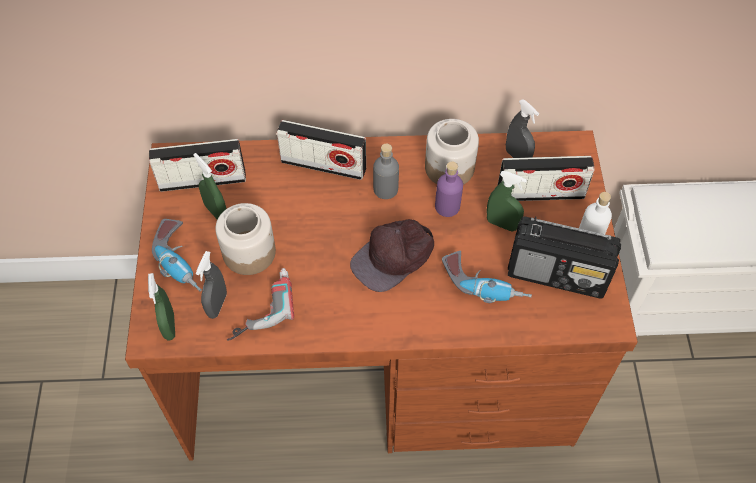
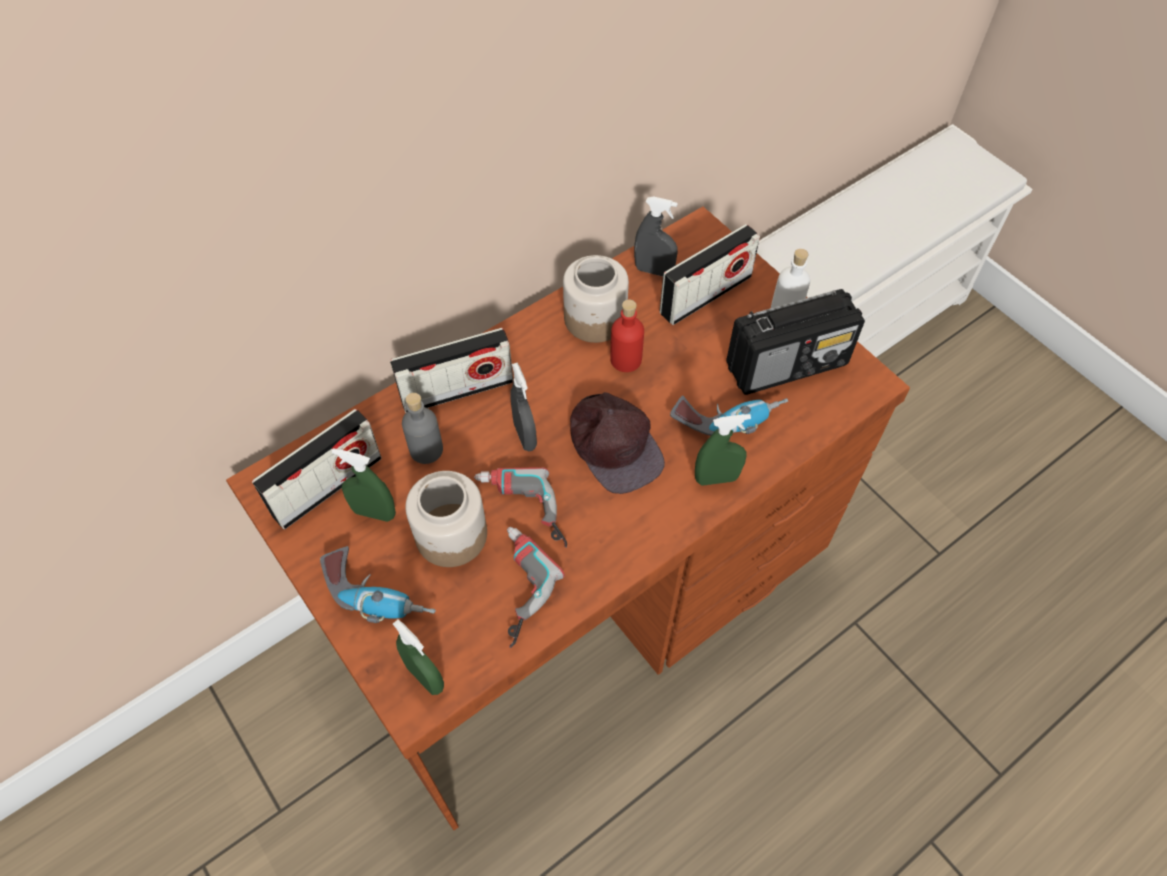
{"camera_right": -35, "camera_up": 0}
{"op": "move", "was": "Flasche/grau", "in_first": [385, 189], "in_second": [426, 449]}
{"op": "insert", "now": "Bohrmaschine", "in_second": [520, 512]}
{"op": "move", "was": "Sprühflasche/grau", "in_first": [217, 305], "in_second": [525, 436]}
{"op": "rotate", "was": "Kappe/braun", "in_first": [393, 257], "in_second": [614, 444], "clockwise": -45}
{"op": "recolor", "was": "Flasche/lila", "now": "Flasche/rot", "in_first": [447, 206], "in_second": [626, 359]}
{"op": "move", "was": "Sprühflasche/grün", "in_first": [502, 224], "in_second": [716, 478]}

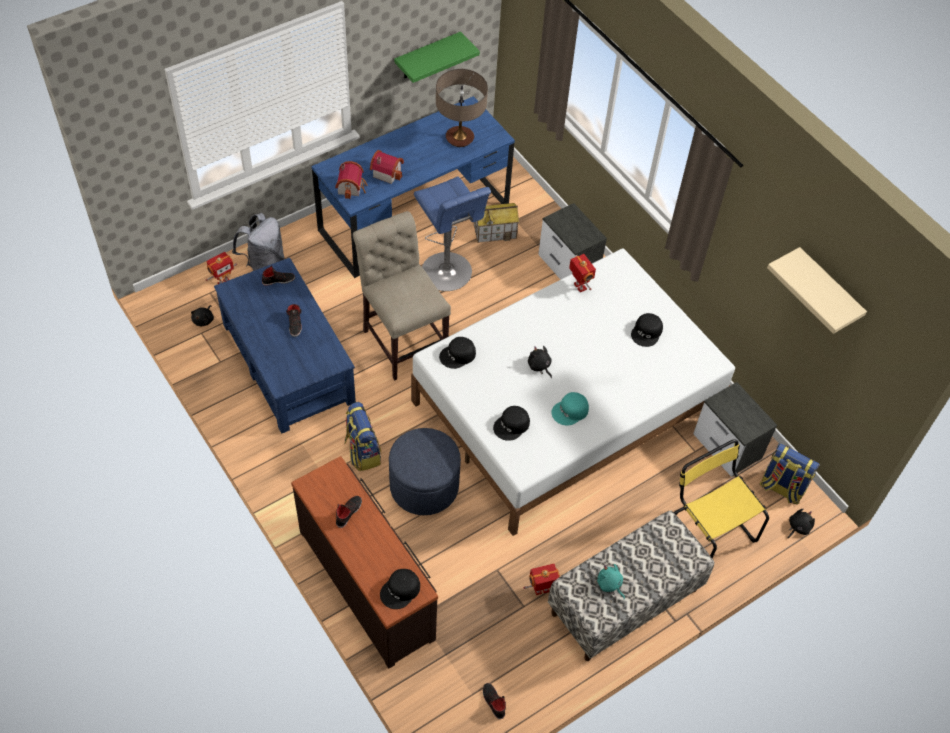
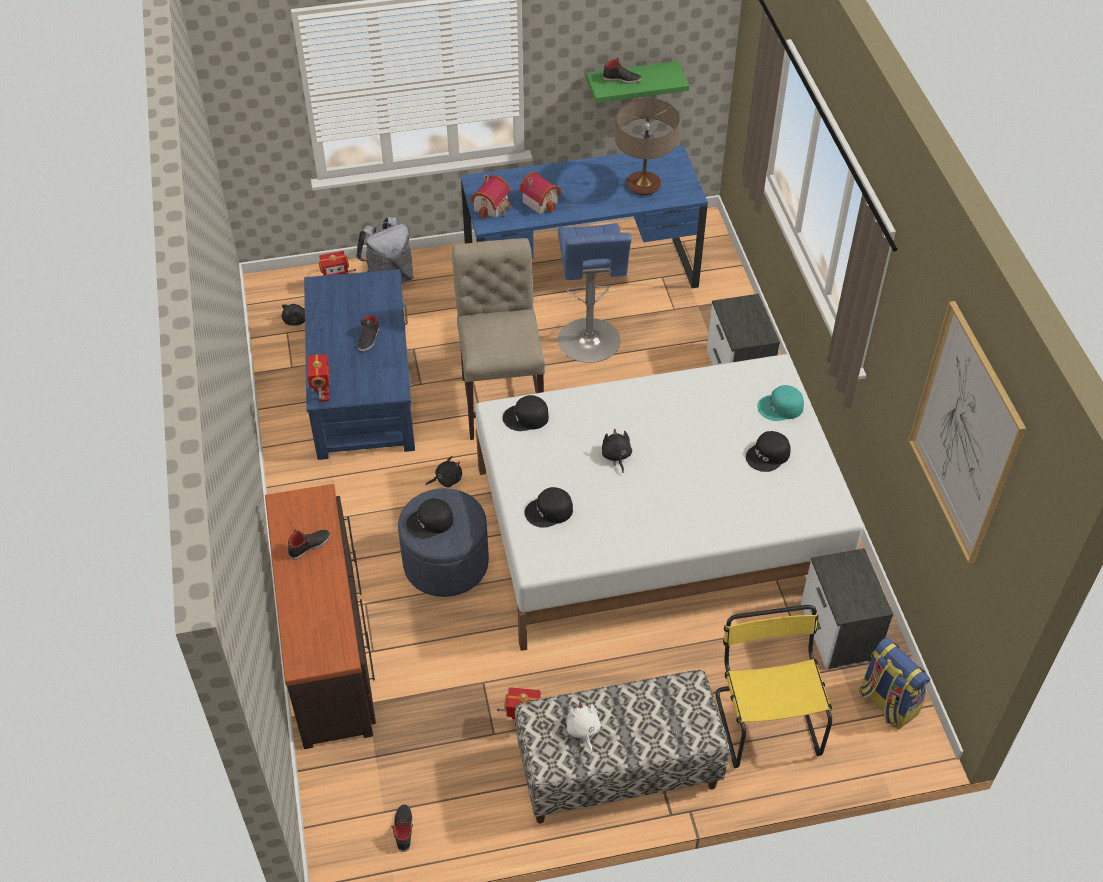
{"camera_right": 25, "camera_up": -5}
{"op": "move", "was": "Spielzeugroboter", "in_first": [579, 287], "in_second": [322, 395]}
{"op": "move", "was": "Kappe/schwarz", "in_first": [400, 590], "in_second": [430, 522]}
{"op": "move", "was": "Plüschtier/schwarz", "in_first": [798, 527], "in_second": [447, 479]}
{"op": "recolor", "was": "Plüschtier/türkis", "now": "Plüschtier/weiß", "in_first": [610, 585], "in_second": [583, 731]}
{"op": "move", "was": "Schuh/schwarz", "in_first": [278, 280], "in_second": [622, 79]}
{"op": "move", "was": "Kappe/türkis", "in_first": [570, 411], "in_second": [781, 407]}
{"op": "replace", "was": "Wandregal/beige", "now": "Bild", "in_first": [827, 290], "in_second": [964, 434]}
{"op": "delete", "was": "Rucksack", "in_first": [362, 452]}
{"op": "delete", "was": "Spielzeughaus", "in_first": [495, 231]}

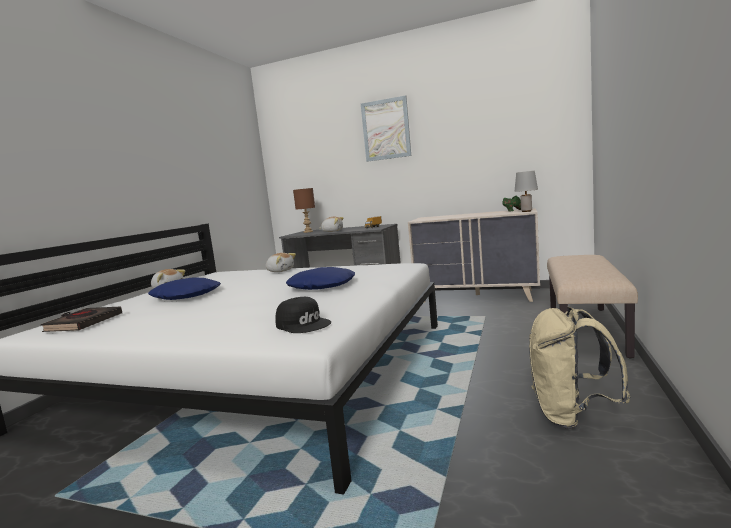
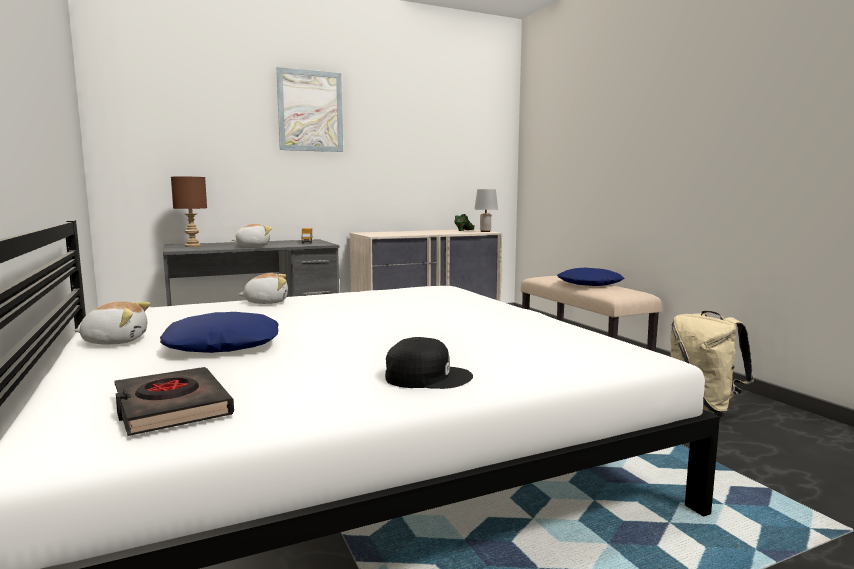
{"camera_right": -45, "camera_up": 0}
{"op": "move", "was": "Kappe/schwarz", "in_first": [304, 324], "in_second": [427, 376]}
{"op": "move", "was": "Kissen/blau", "in_first": [322, 286], "in_second": [589, 284]}

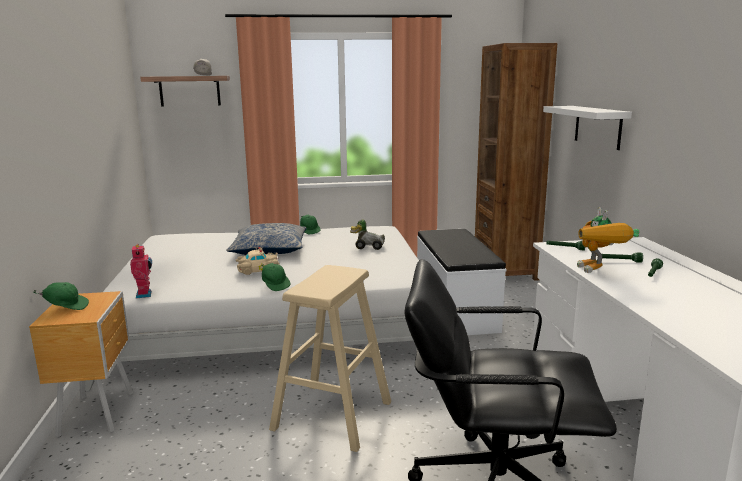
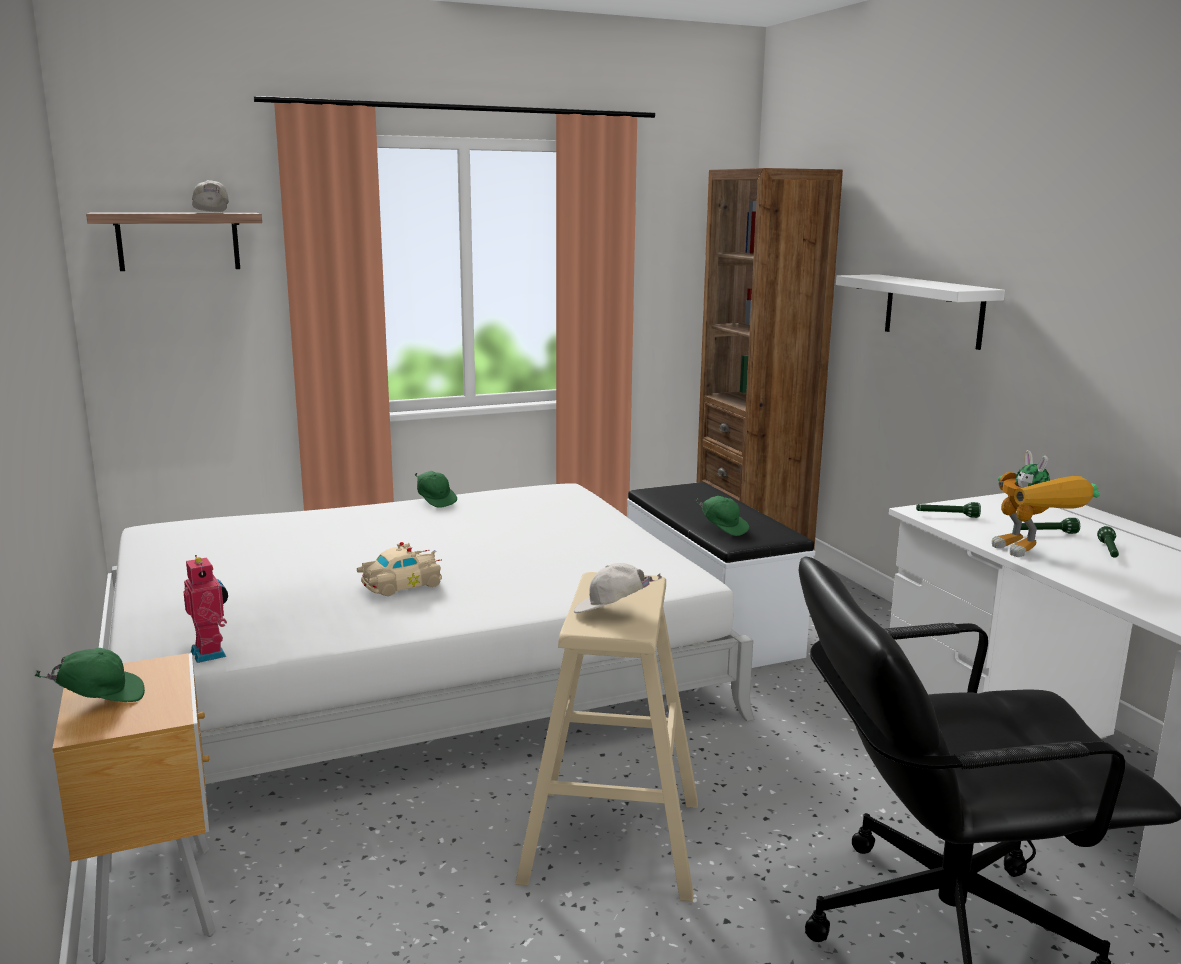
{"camera_right": -15, "camera_up": 0}
{"op": "insert", "now": "Kappe/weiß", "in_second": [611, 612]}
{"op": "move", "was": "Kappe/grün", "in_first": [275, 285], "in_second": [723, 528]}
{"op": "delete", "was": "Kissen", "in_first": [269, 249]}
{"op": "delete", "was": "Spielzeugauto", "in_first": [368, 246]}

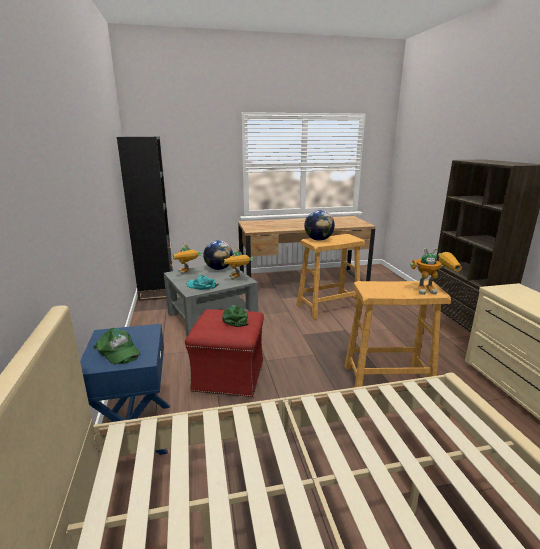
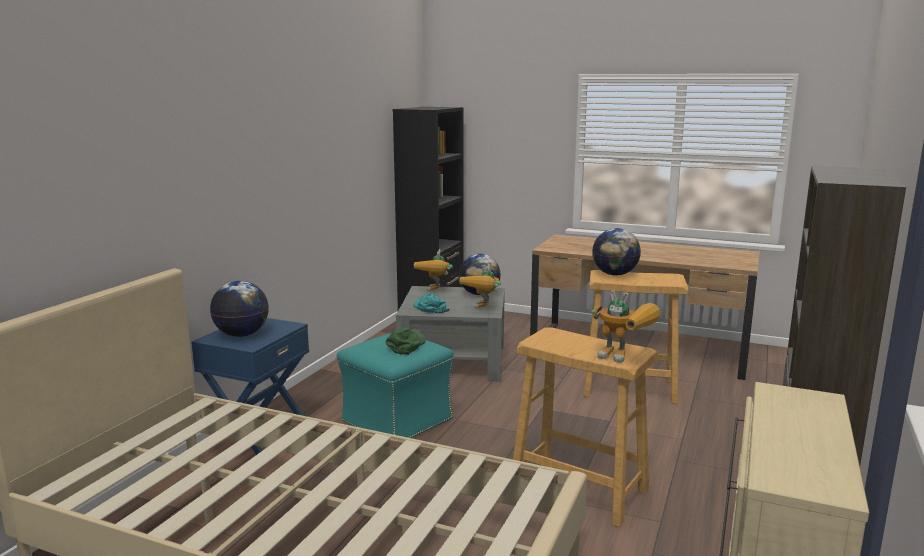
{"camera_right": 35, "camera_up": -5}
{"op": "replace", "was": "Kappe/grün", "now": "Globus", "in_first": [118, 351], "in_second": [242, 334]}
{"op": "recolor", "was": "Polsterhocker/rot", "now": "Polsterhocker/türkis", "in_first": [229, 376], "in_second": [396, 421]}

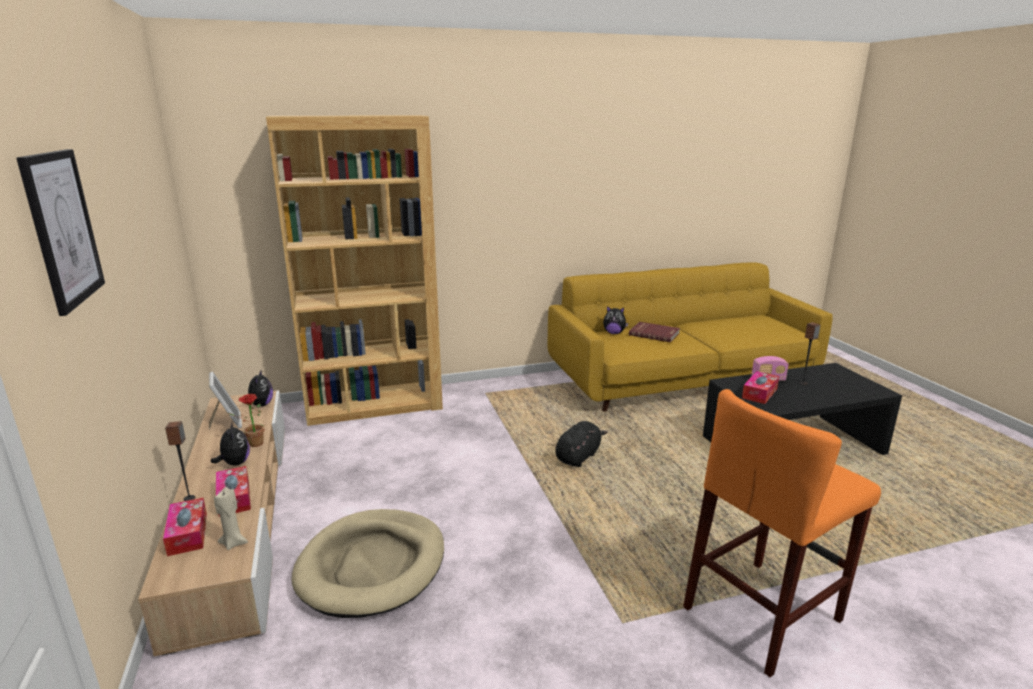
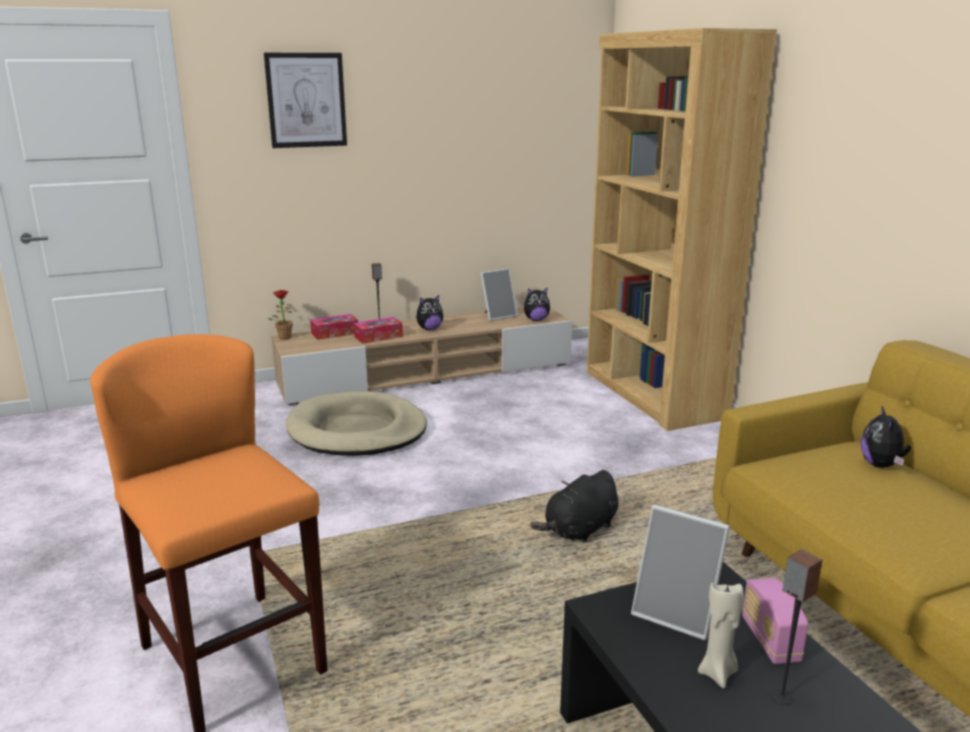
{"camera_right": 85, "camera_up": 0}
{"op": "move", "was": "Topfpflanze", "in_first": [253, 444], "in_second": [284, 337]}
{"op": "rotate", "was": "Plüschtier/schwarz", "in_first": [578, 456], "in_second": [579, 530], "clockwise": 105}
{"op": "replace", "was": "Taschentuchbox", "now": "Bilderrahmen", "in_first": [759, 393], "in_second": [677, 613]}
{"op": "move", "was": "Kerze/beige", "in_first": [234, 543], "in_second": [718, 673]}
{"op": "delete", "was": "Buch/rot", "in_first": [654, 333]}

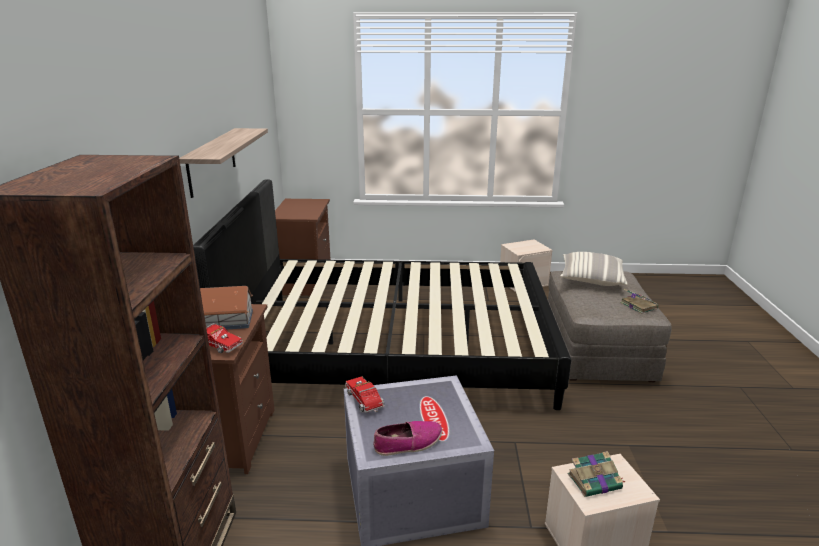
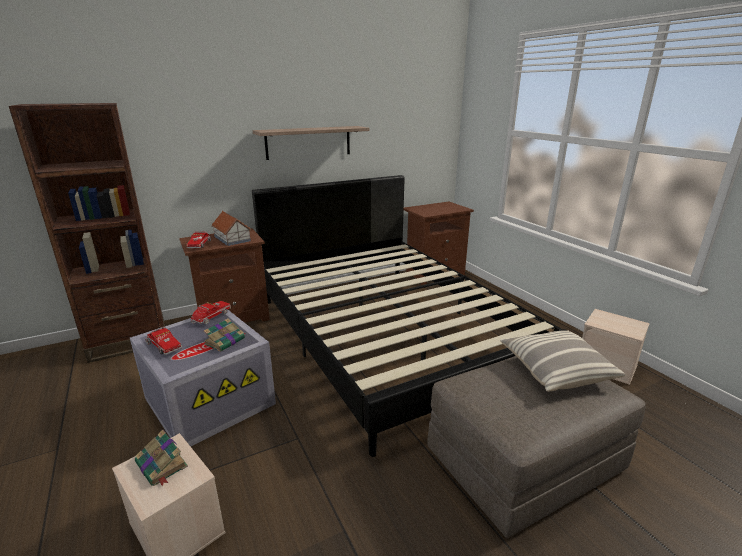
{"camera_right": 60, "camera_up": 0}
{"op": "replace", "was": "Schuh", "now": "Spielzeuglaster", "in_first": [408, 443], "in_second": [163, 346]}
{"op": "move", "was": "Buch", "in_first": [638, 305], "in_second": [225, 341]}

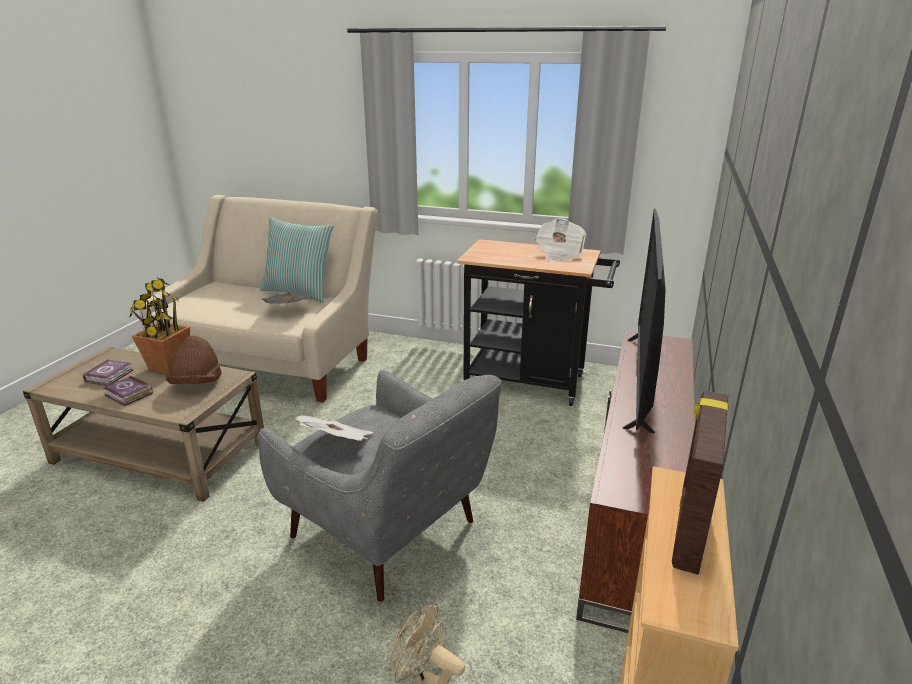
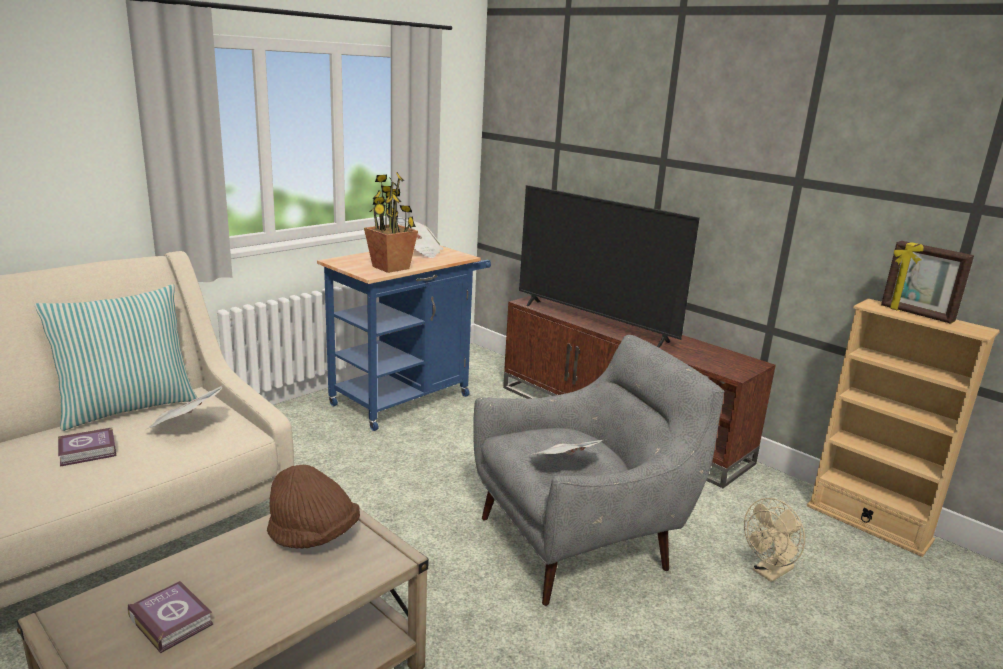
{"camera_right": -65, "camera_up": -5}
{"op": "move", "was": "Buch", "in_first": [128, 395], "in_second": [89, 452]}
{"op": "recolor", "was": "Rollwagen/schwarz", "now": "Rollwagen/blau", "in_first": [532, 382], "in_second": [407, 397]}
{"op": "move", "was": "Topfpflanze", "in_first": [168, 366], "in_second": [391, 268]}

